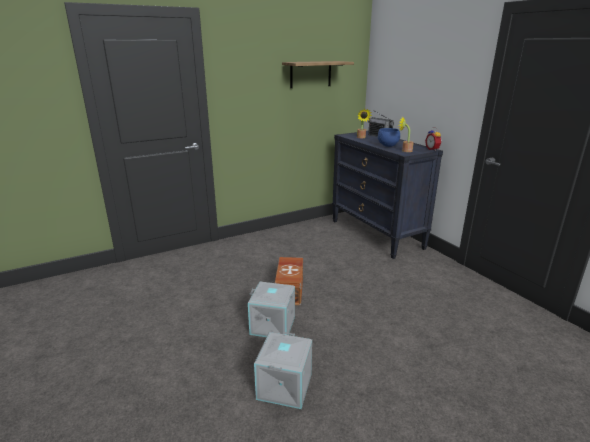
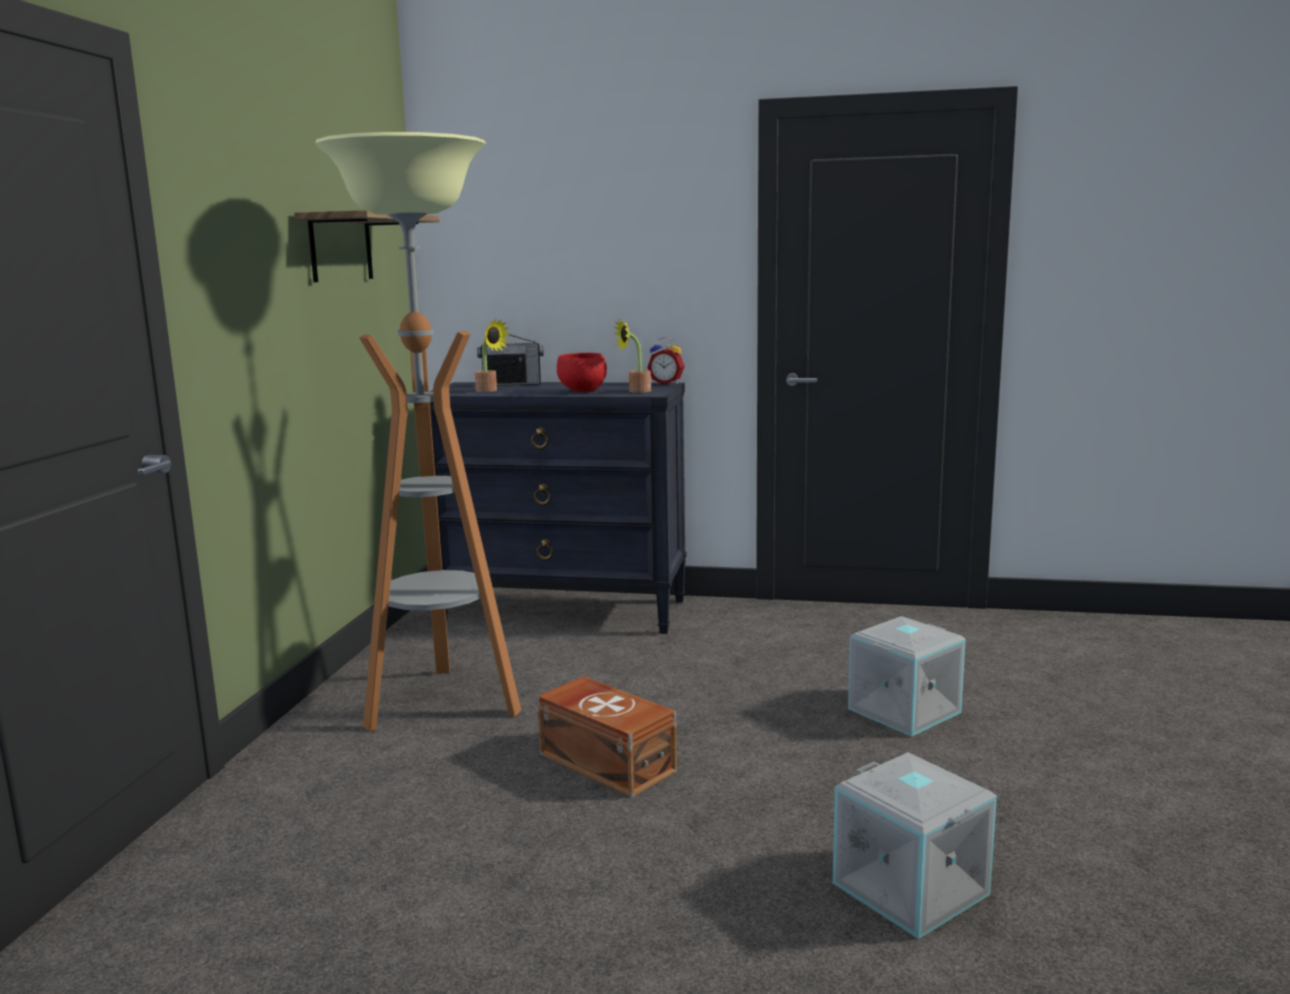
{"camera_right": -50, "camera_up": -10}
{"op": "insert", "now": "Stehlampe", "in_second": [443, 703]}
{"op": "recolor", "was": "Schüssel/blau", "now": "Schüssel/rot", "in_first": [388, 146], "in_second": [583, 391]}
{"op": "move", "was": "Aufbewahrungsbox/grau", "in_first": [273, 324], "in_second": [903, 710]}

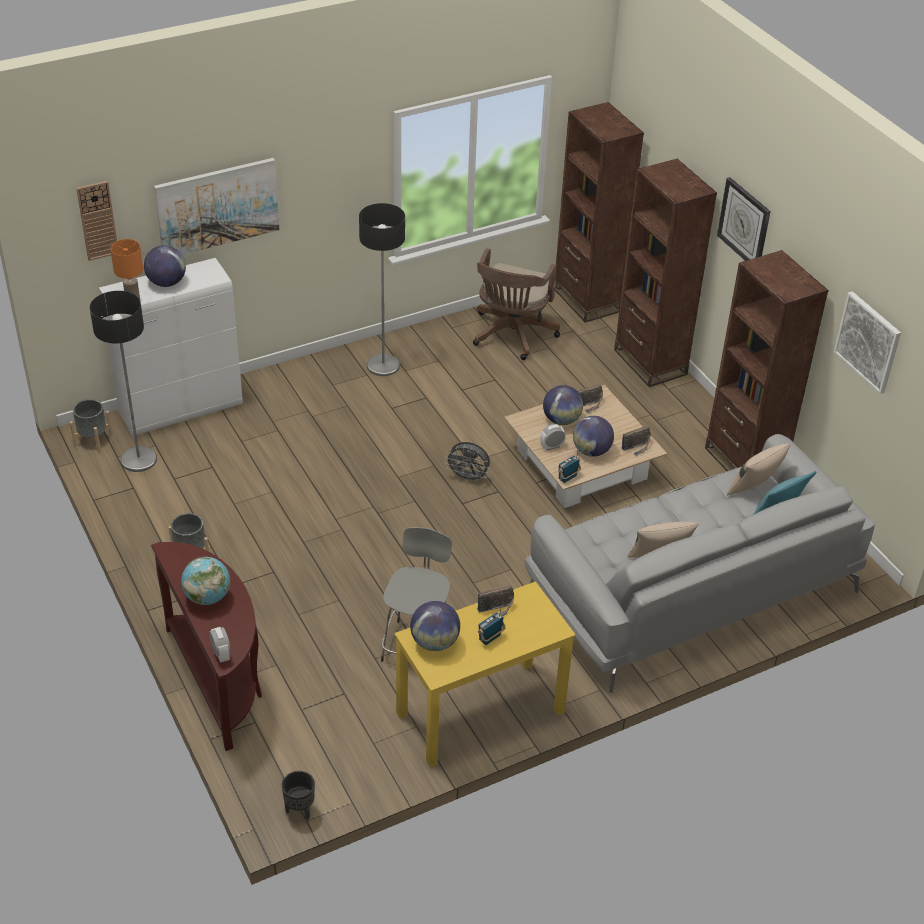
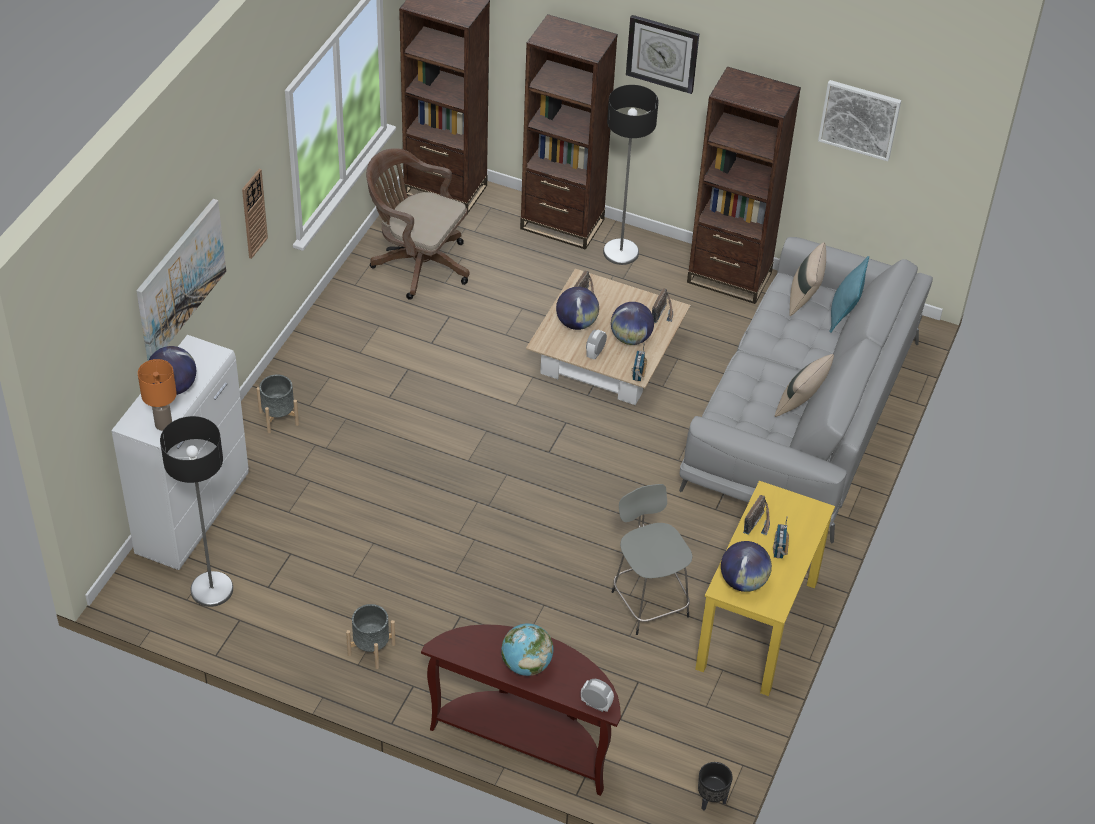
{"camera_right": -40, "camera_up": 5}
{"op": "move", "was": "Wanduhr", "in_first": [97, 220], "in_second": [253, 213]}
{"op": "move", "was": "Pflanzkübel/grau", "in_first": [93, 440], "in_second": [278, 418]}
{"op": "rotate", "was": "Bürostuhl/braun", "in_first": [511, 336], "in_second": [417, 263], "clockwise": 135}
{"op": "move", "was": "Stehlampe", "in_first": [383, 366], "in_second": [621, 252]}
{"op": "delete", "was": "Ventilator/grau", "in_first": [468, 478]}

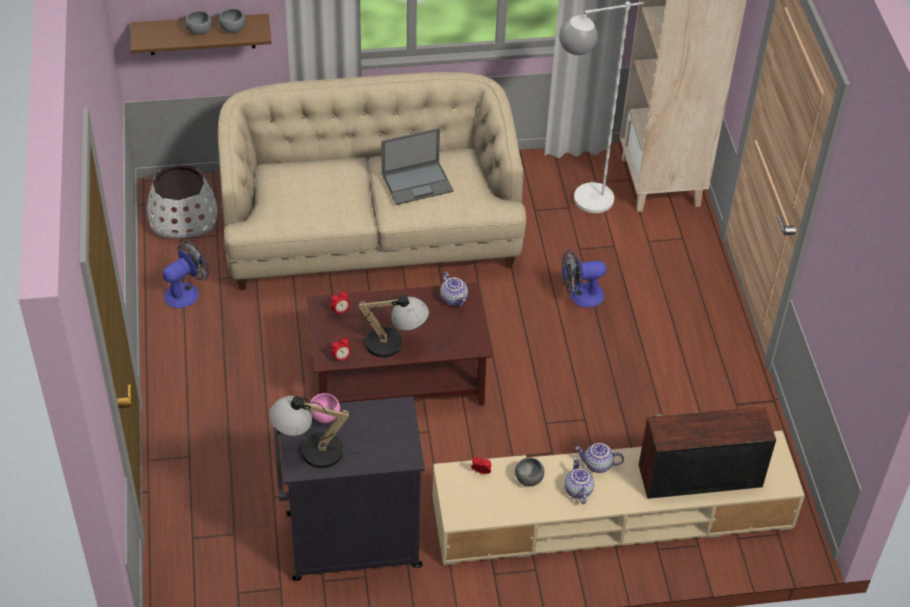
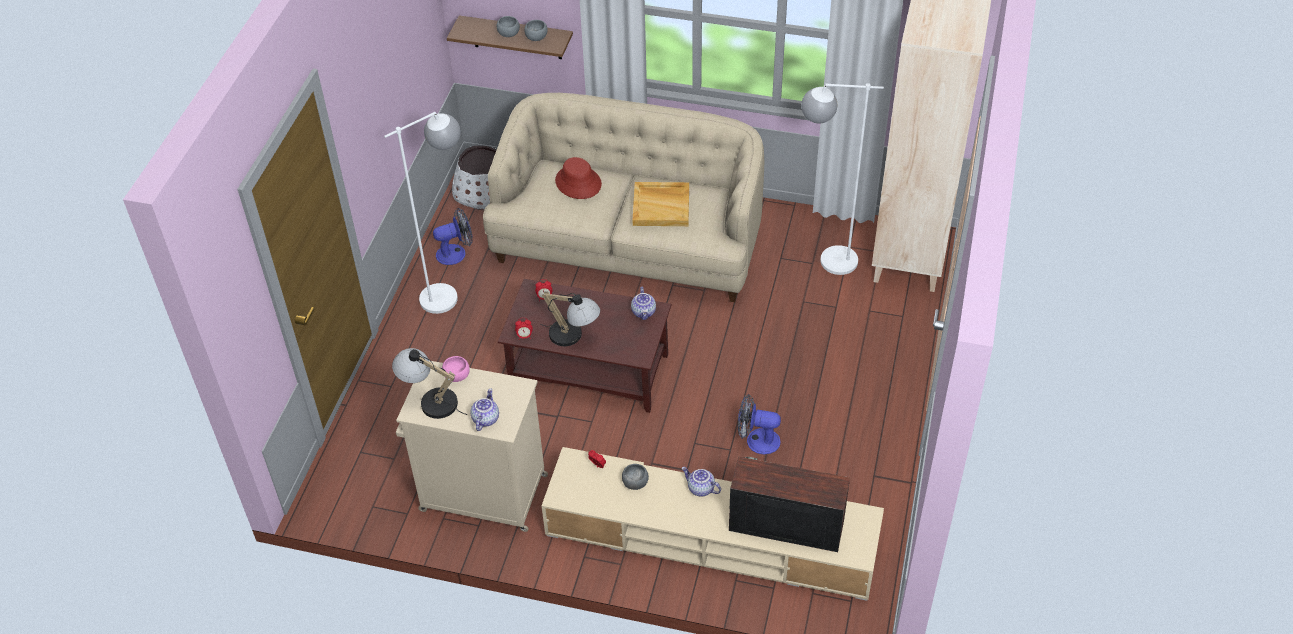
{"camera_right": 25, "camera_up": 0}
{"op": "insert", "now": "Stehlampe/weiß", "in_second": [450, 293]}
{"op": "recolor", "was": "Schrank/schwarz", "now": "Schrank/beige", "in_first": [350, 541], "in_second": [481, 493]}
{"op": "move", "was": "Teekanne", "in_first": [577, 490], "in_second": [485, 419]}
{"op": "insert", "now": "Hut/rot", "in_second": [578, 183]}
{"op": "replace", "was": "Laptop", "now": "Tablett/beige", "in_first": [418, 183], "in_second": [661, 206]}
{"op": "move", "was": "Ventilator", "in_first": [580, 296], "in_second": [757, 440]}

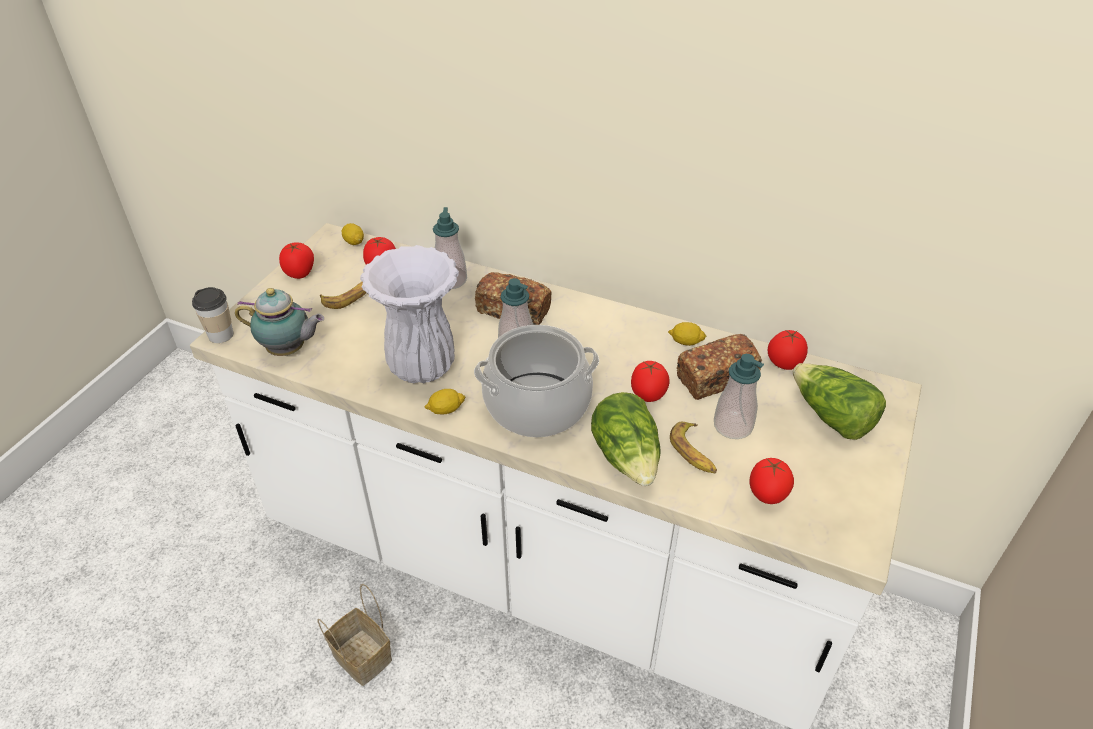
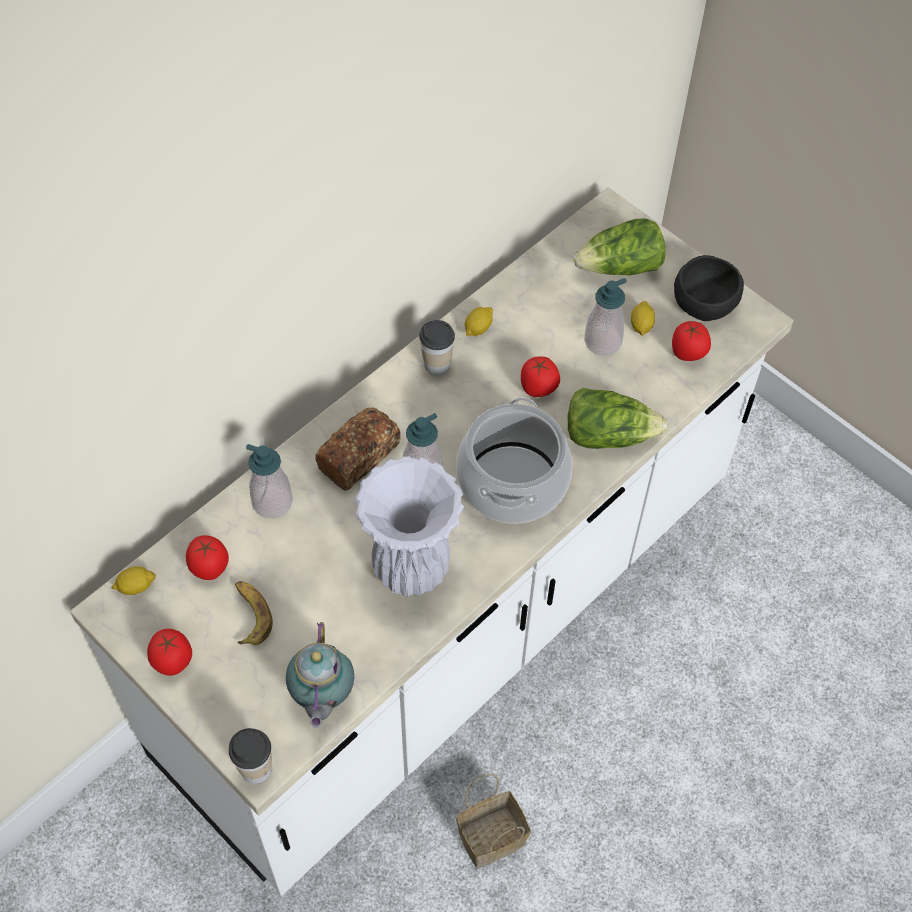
{"camera_right": -70, "camera_up": 15}
{"op": "rotate", "was": "Teekanne", "in_first": [289, 350], "in_second": [322, 696], "clockwise": 150}
{"op": "insert", "now": "Tasse", "in_second": [437, 364]}
{"op": "move", "was": "Zitrone", "in_first": [445, 410], "in_second": [641, 325]}
{"op": "insert", "now": "Schüssel/schwarz", "in_second": [706, 302]}
{"op": "delete", "was": "Banane", "in_first": [694, 452]}
{"op": "delete", "was": "Brot", "in_first": [716, 379]}
{"op": "delete", "was": "Tomate", "in_first": [783, 364]}

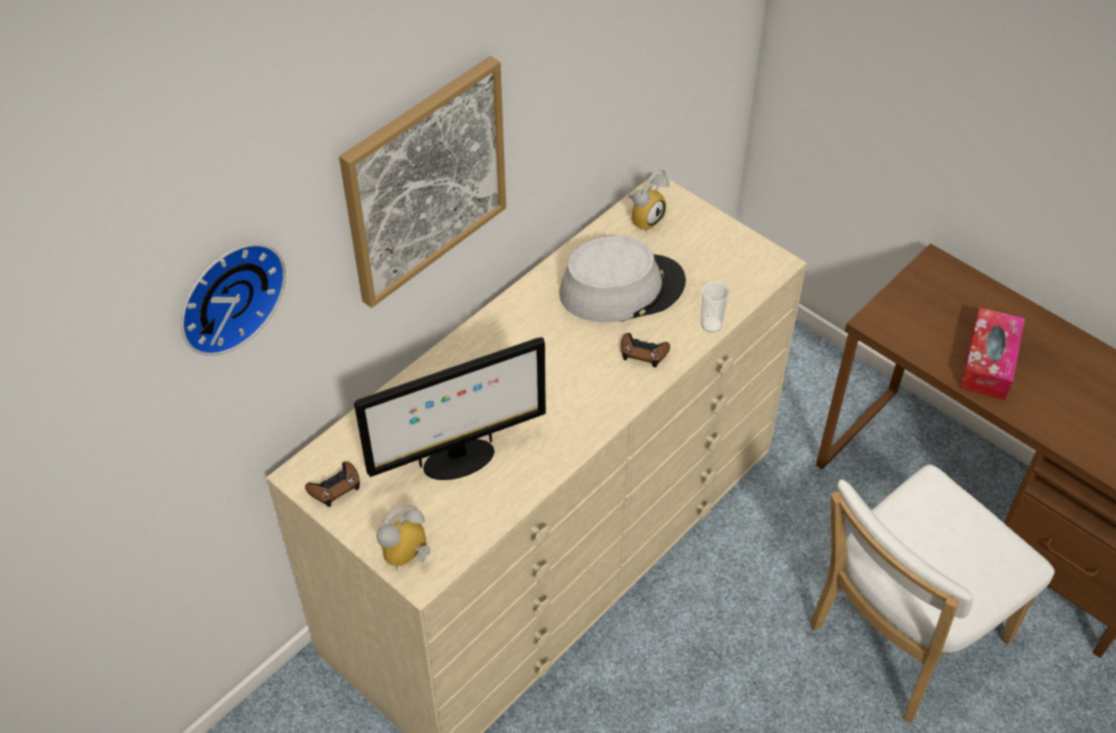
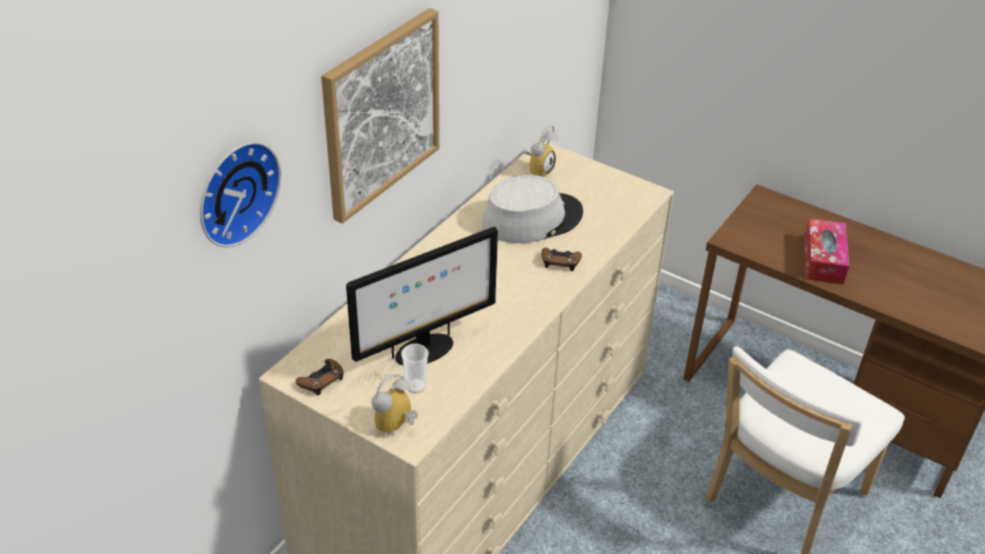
{"camera_right": -10, "camera_up": -10}
{"op": "move", "was": "Tasse", "in_first": [711, 325], "in_second": [415, 386]}

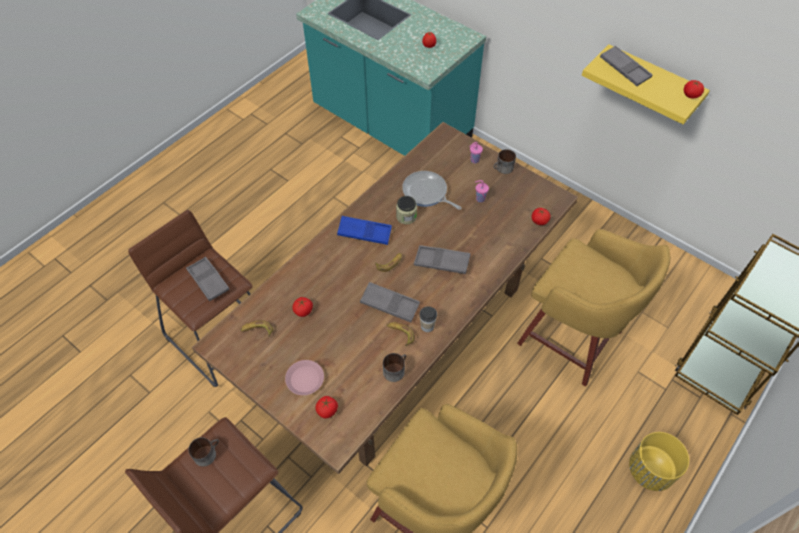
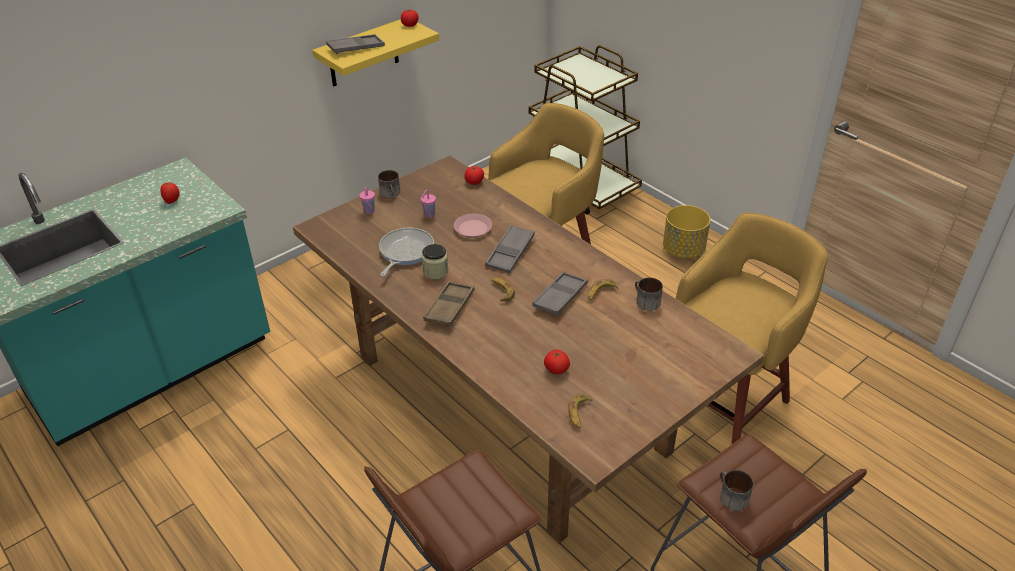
{"camera_right": -80, "camera_up": -15}
{"op": "rotate", "was": "Pfanne", "in_first": [426, 193], "in_second": [405, 252], "clockwise": 150}
{"op": "recolor", "was": "Tablett/blau", "now": "Tablett/braun", "in_first": [364, 233], "in_second": [449, 307]}
{"op": "move", "was": "Teller/rosa", "in_first": [304, 379], "in_second": [473, 229]}
{"op": "delete", "was": "Tablett/grau", "in_first": [208, 281]}
{"op": "delete", "was": "Tomate", "in_first": [327, 410]}
{"op": "delete", "was": "Tasse", "in_first": [427, 326]}

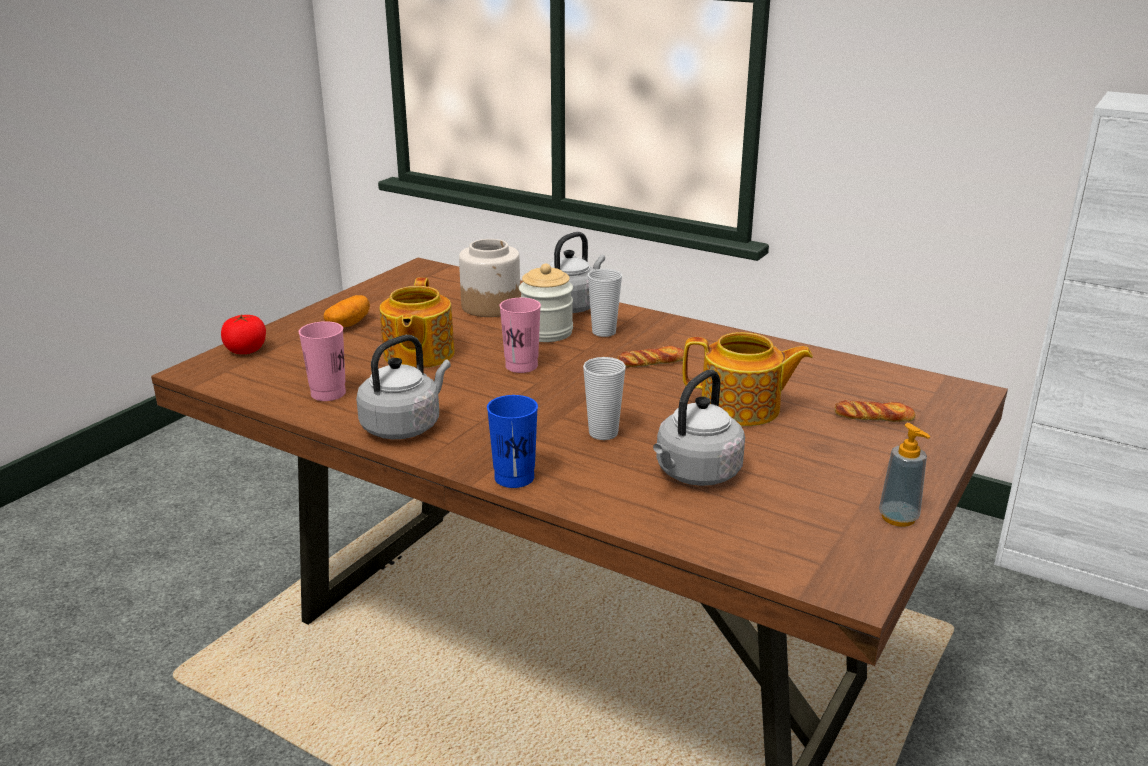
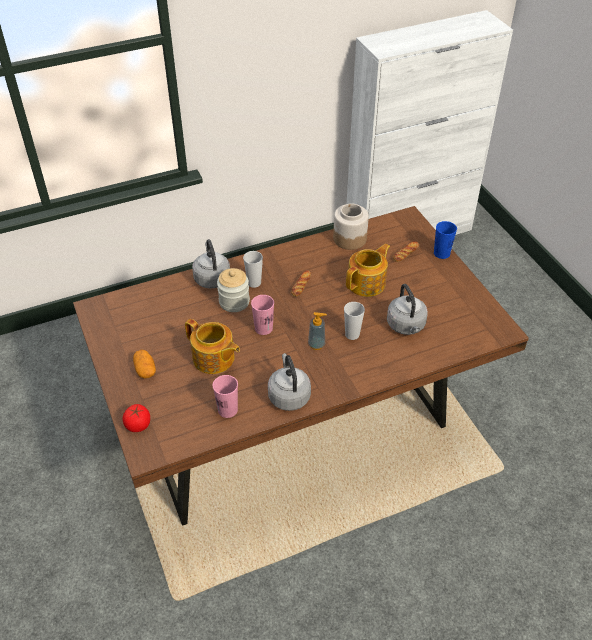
{"camera_right": -55, "camera_up": 20}
{"op": "move", "was": "Seifenspender", "in_first": [898, 518], "in_second": [316, 344]}
{"op": "move", "was": "Vorratsglas", "in_first": [491, 306], "in_second": [349, 238]}
{"op": "move", "was": "Tasse/blau", "in_first": [514, 478], "in_second": [441, 253]}

